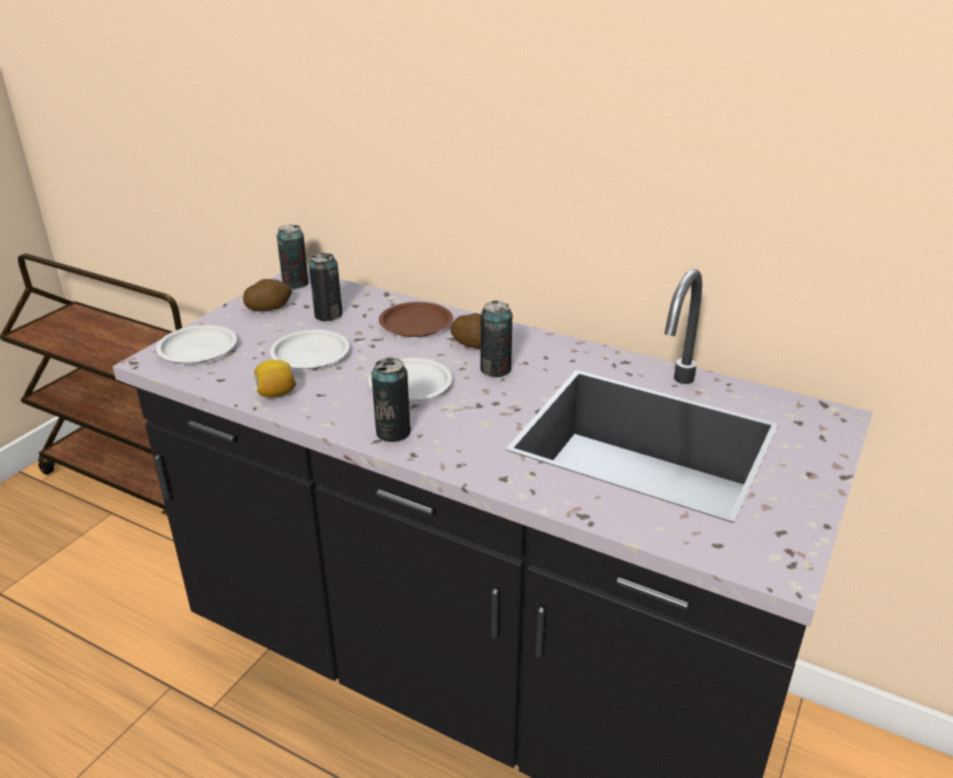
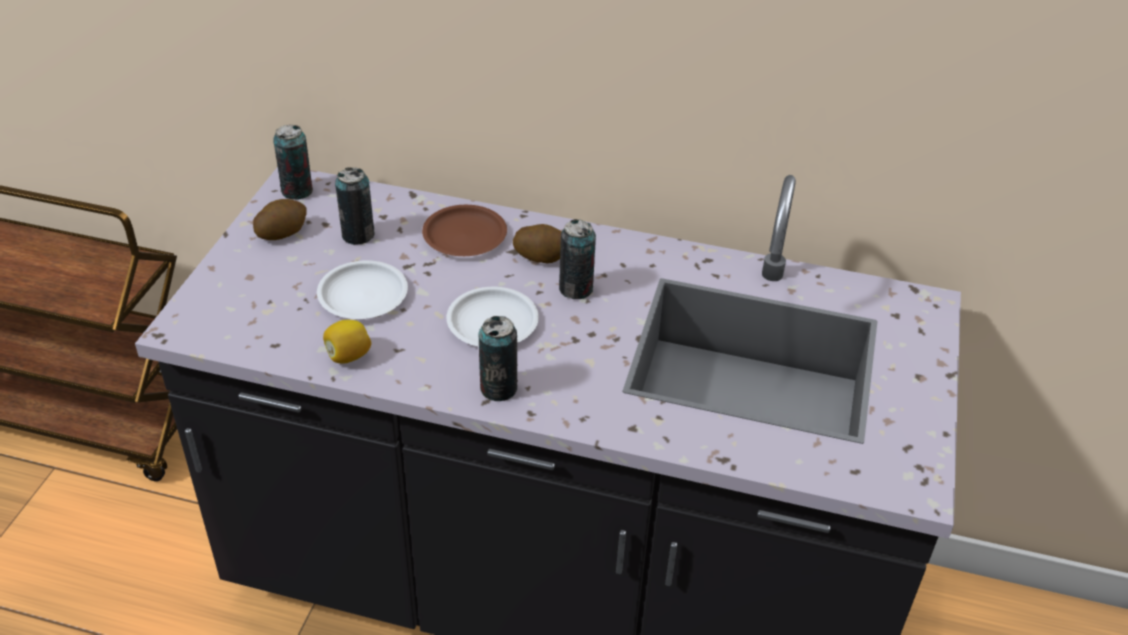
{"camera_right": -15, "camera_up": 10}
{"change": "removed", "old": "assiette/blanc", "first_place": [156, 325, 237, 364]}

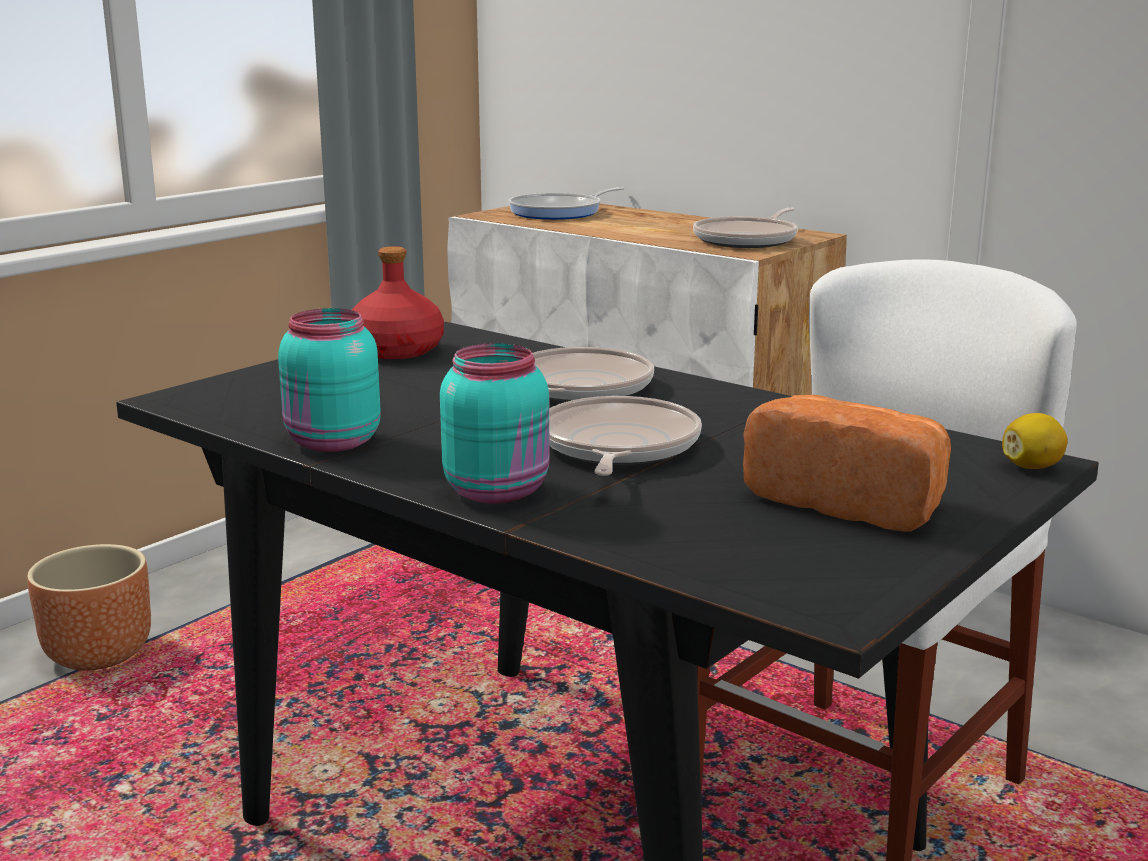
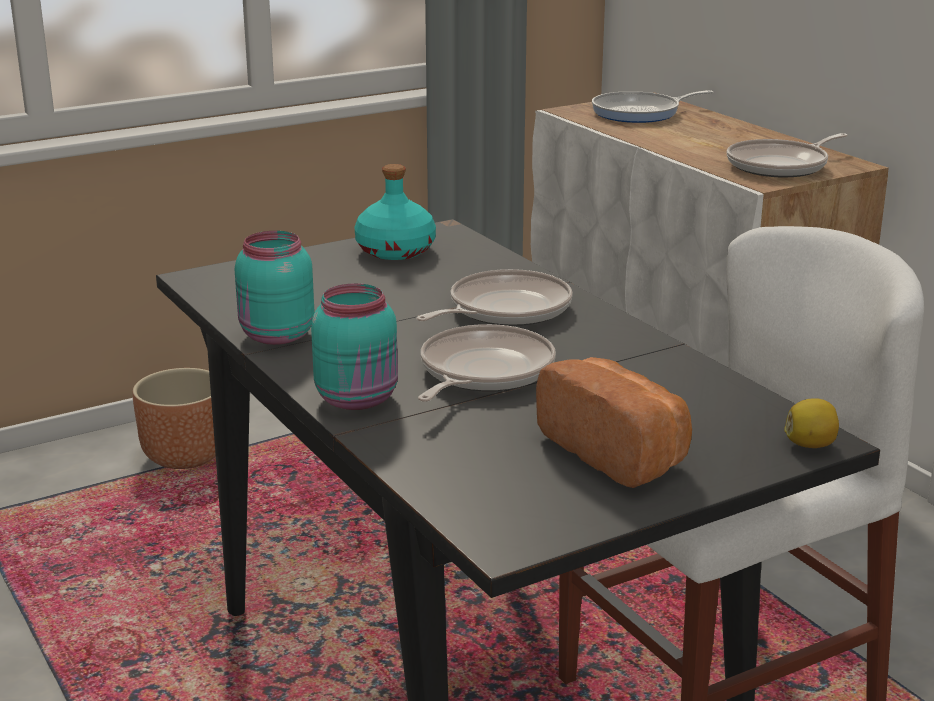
{"camera_right": 20, "camera_up": 5}
{"change": "recoloured", "old": "bouteille/rouge", "new": "bouteille/turquoise", "first_place": [352, 246, 444, 359], "second_place": [354, 164, 436, 260]}

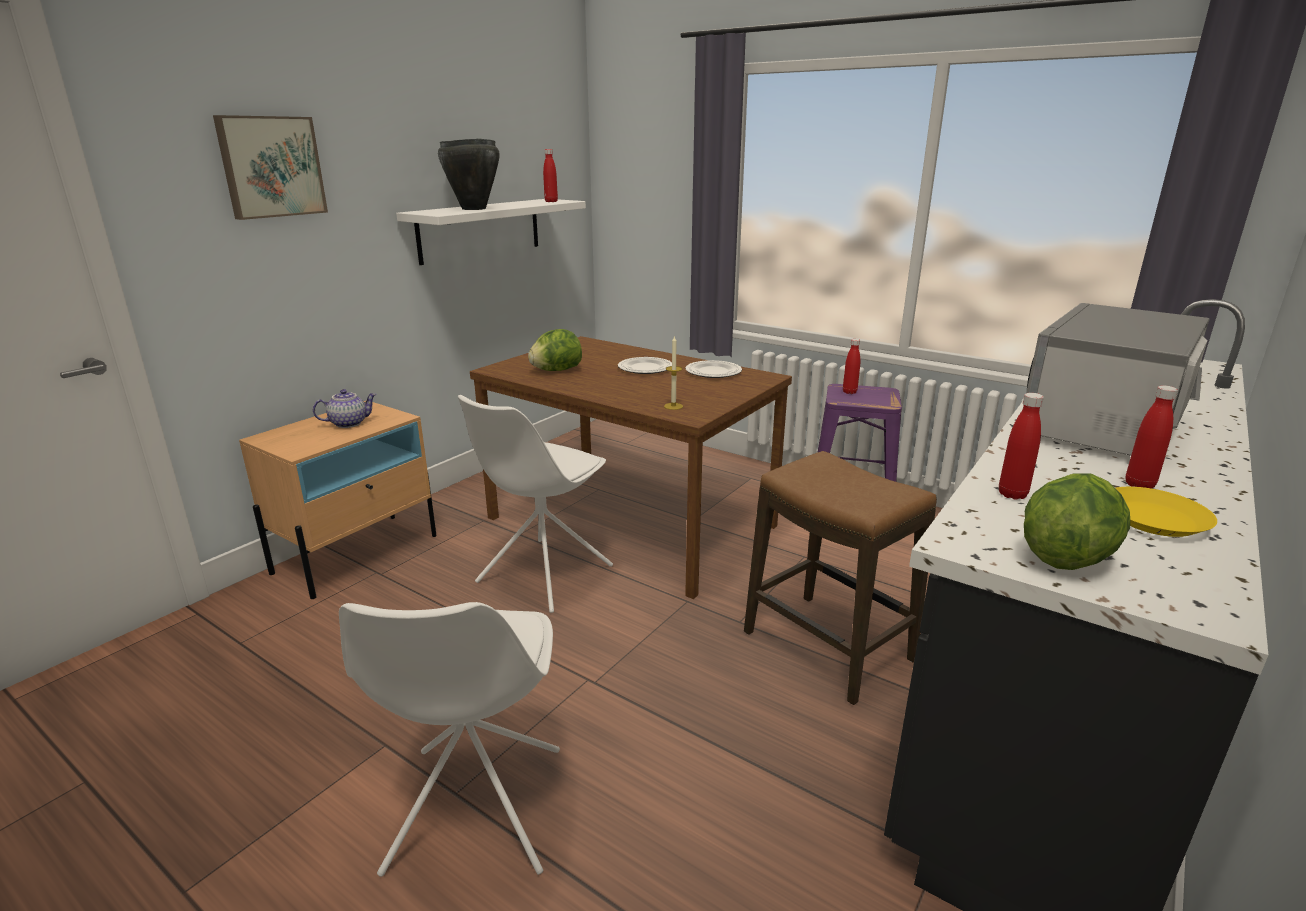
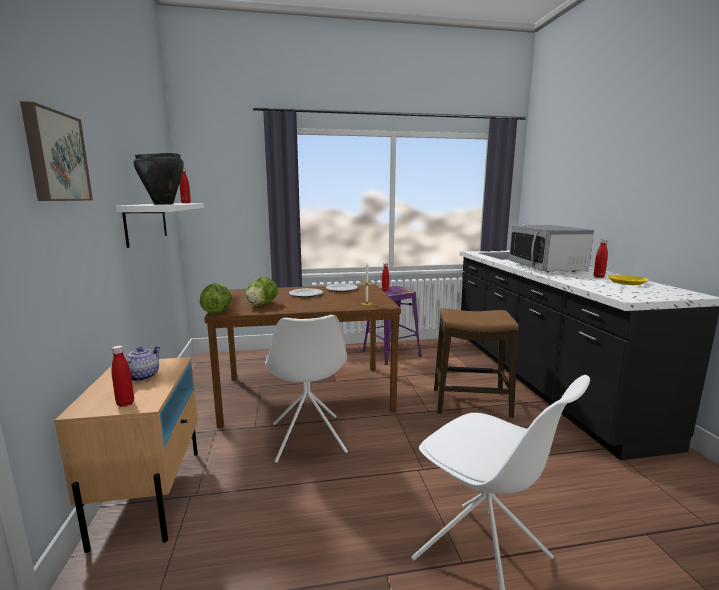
{"camera_right": -45, "camera_up": -10}
{"change": "moved", "old": "bouteille/rouge", "first_place": [999, 393, 1044, 500], "second_place": [112, 345, 134, 407]}
{"change": "moved", "old": "laitue", "first_place": [1024, 473, 1130, 570], "second_place": [200, 283, 232, 314]}

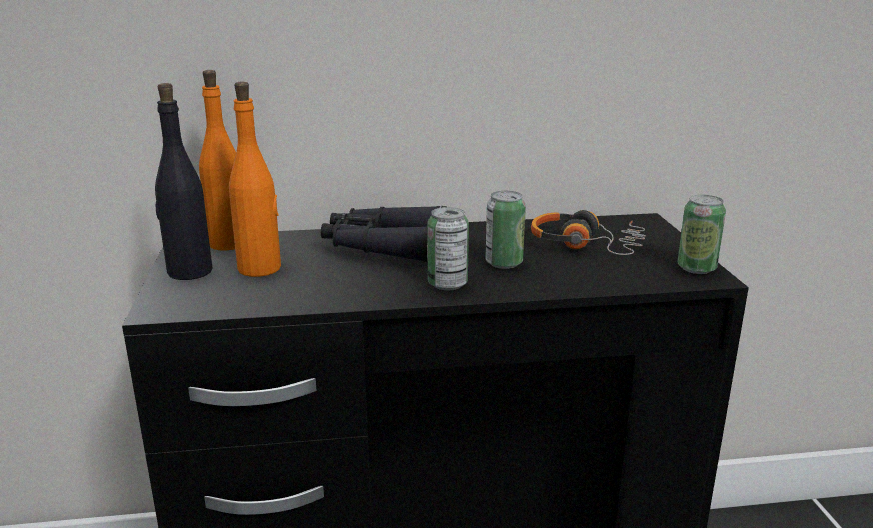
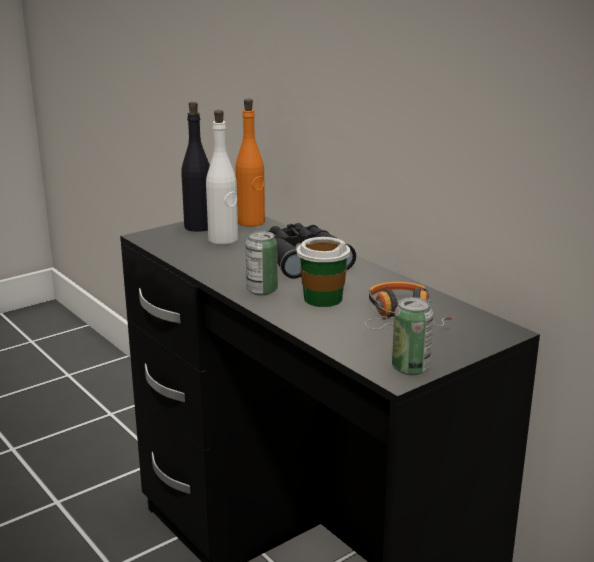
{"camera_right": 60, "camera_up": 0}
{"change": "recoloured", "old": "bouteille/orange", "new": "bouteille/blanc", "first_place": [229, 81, 281, 277], "second_place": [206, 110, 238, 245]}
{"change": "replaced", "old": "boîte métallique", "new": "tasse", "first_place": [485, 191, 526, 269], "second_place": [296, 237, 350, 307]}

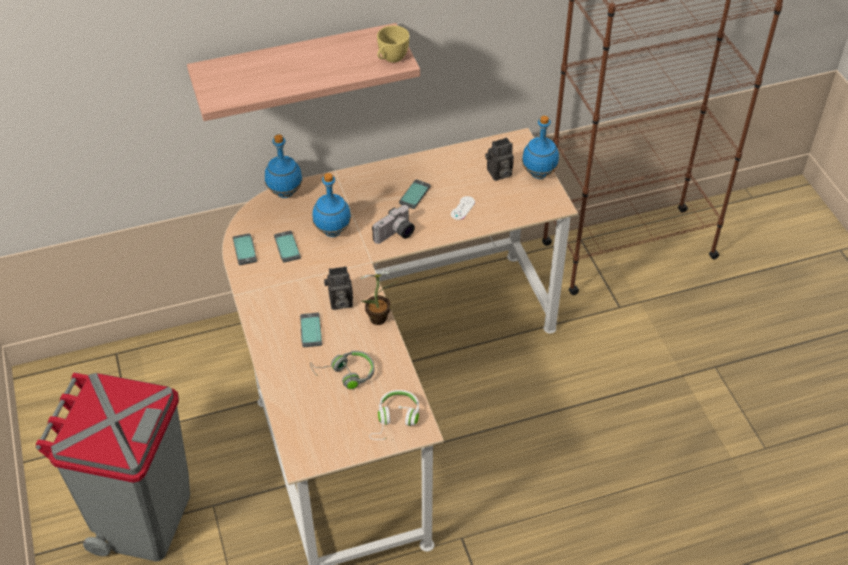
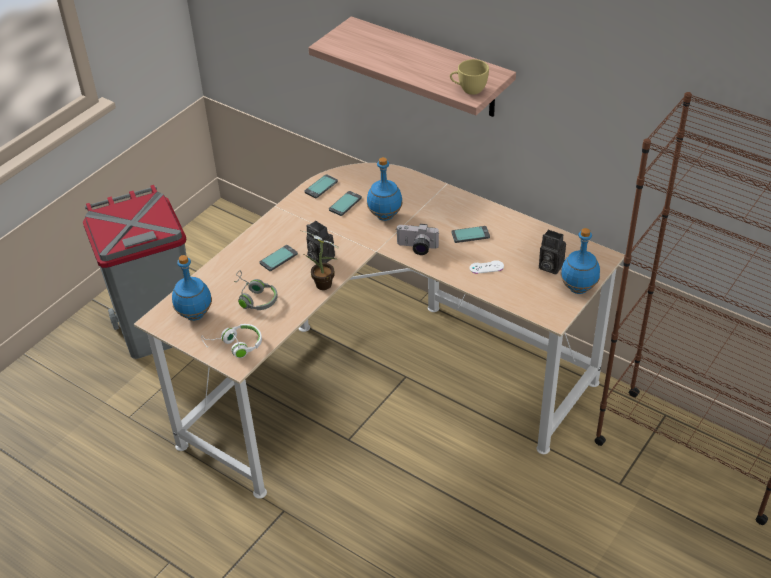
{"camera_right": 55, "camera_up": -5}
{"change": "moved", "old": "bouteille/bleu", "first_place": [265, 134, 302, 198], "second_place": [172, 255, 212, 321]}

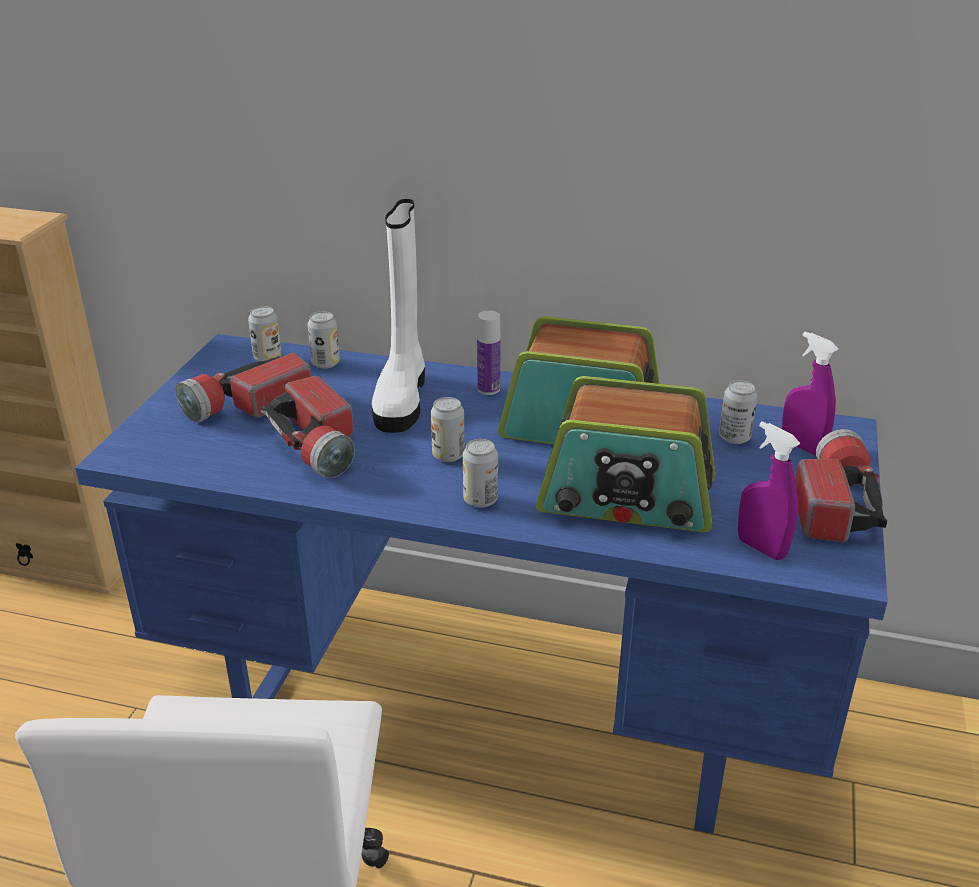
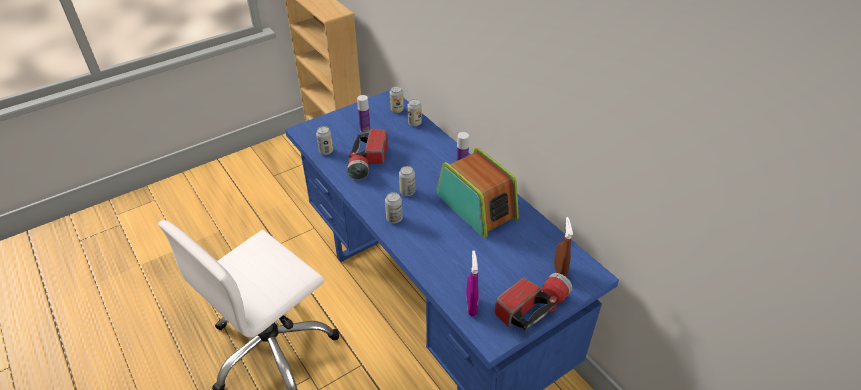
{"camera_right": 40, "camera_up": 10}
{"change": "removed", "old": "botte/blanc", "first_place": [372, 199, 425, 433]}
{"change": "recoloured", "old": "vaporisateur/violet", "new": "vaporisateur/marron", "first_place": [782, 331, 839, 455], "second_place": [554, 217, 573, 277]}
{"change": "replaced", "old": "lampe de poche", "new": "bouteille", "first_place": [175, 353, 311, 423], "second_place": [357, 95, 371, 133]}
{"change": "removed", "old": "radio", "first_place": [536, 376, 715, 532]}
{"change": "moved", "old": "boîte métallique", "first_place": [719, 381, 758, 444], "second_place": [316, 126, 333, 155]}

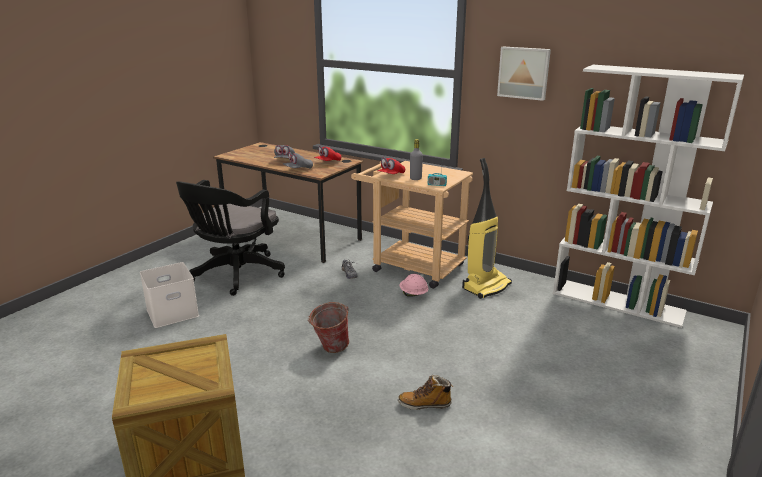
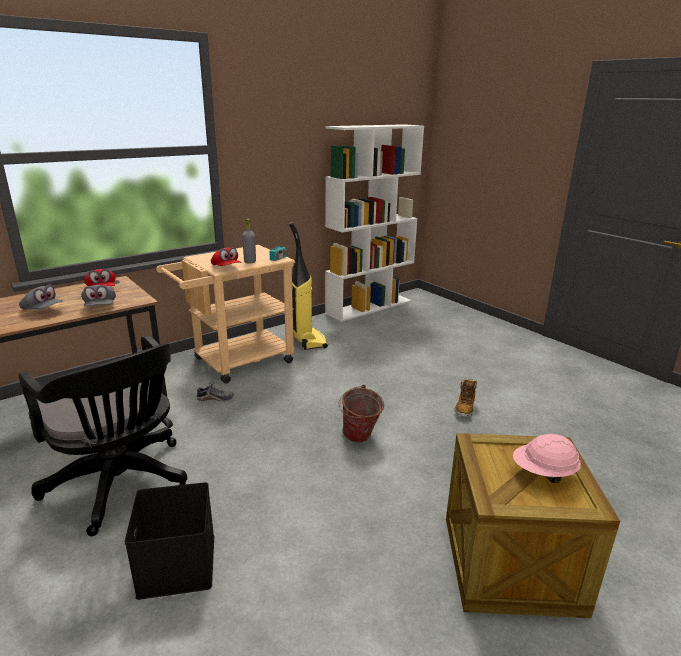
{"camera_right": -70, "camera_up": 0}
{"change": "removed", "old": "tableau", "first_place": [497, 47, 551, 101]}
{"change": "recoloured", "old": "boîte de rangement/blanc", "new": "boîte de rangement/noir", "first_place": [140, 262, 199, 328], "second_place": [125, 482, 214, 600]}
{"change": "moved", "old": "casque de chantier/rose", "first_place": [400, 274, 429, 297], "second_place": [513, 434, 581, 483]}

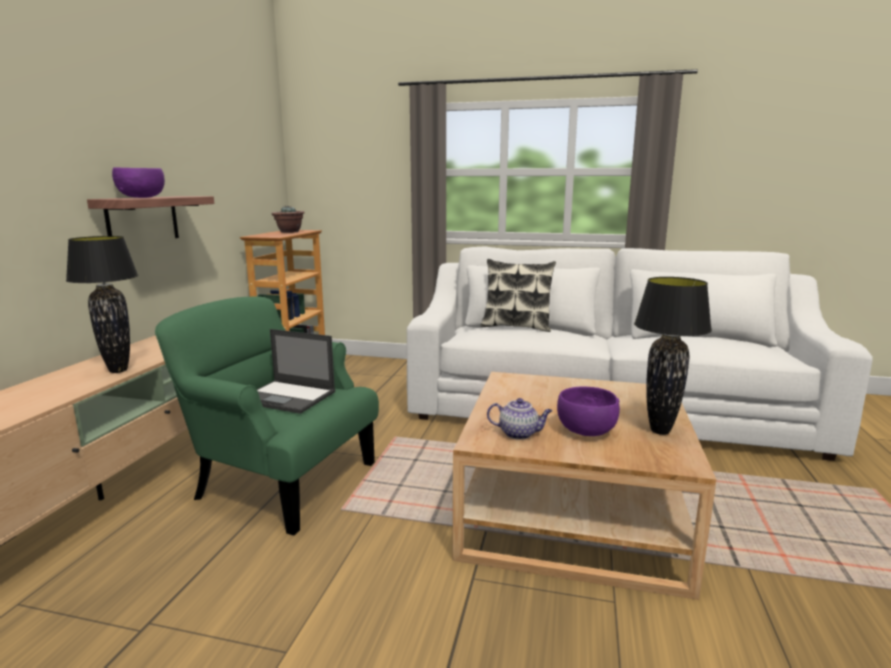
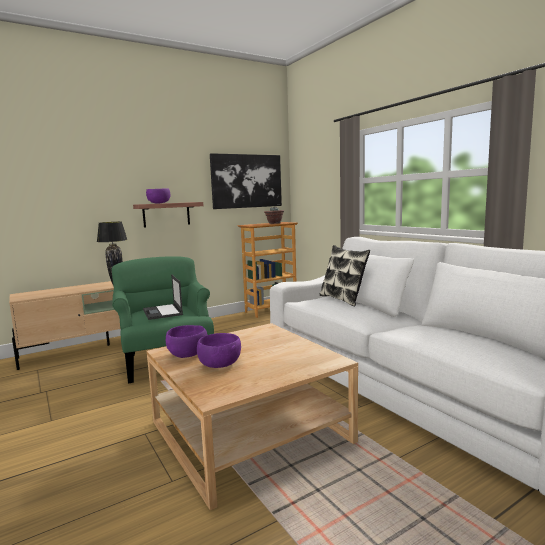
{"camera_right": 45, "camera_up": -5}
{"change": "removed", "old": "lampe de table/noir", "first_place": [634, 277, 712, 435]}
{"change": "replaced", "old": "théière", "new": "bol/violet", "first_place": [487, 398, 552, 440], "second_place": [165, 325, 207, 358]}
{"change": "added", "new": "tableau", "second_place": [210, 153, 282, 209]}

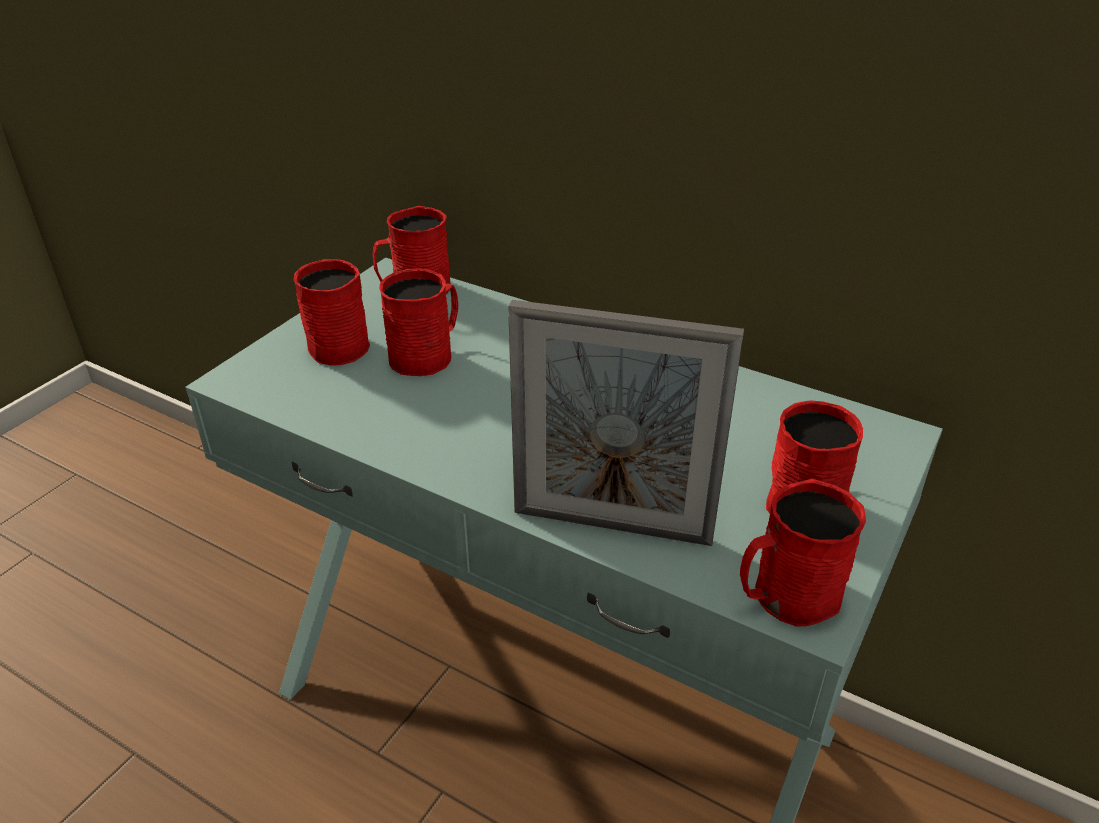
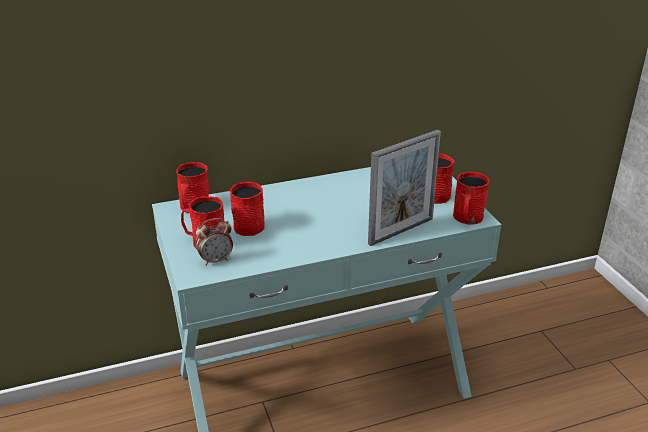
{"camera_right": -50, "camera_up": -5}
{"change": "added", "new": "réveil", "second_place": [195, 218, 233, 266]}

